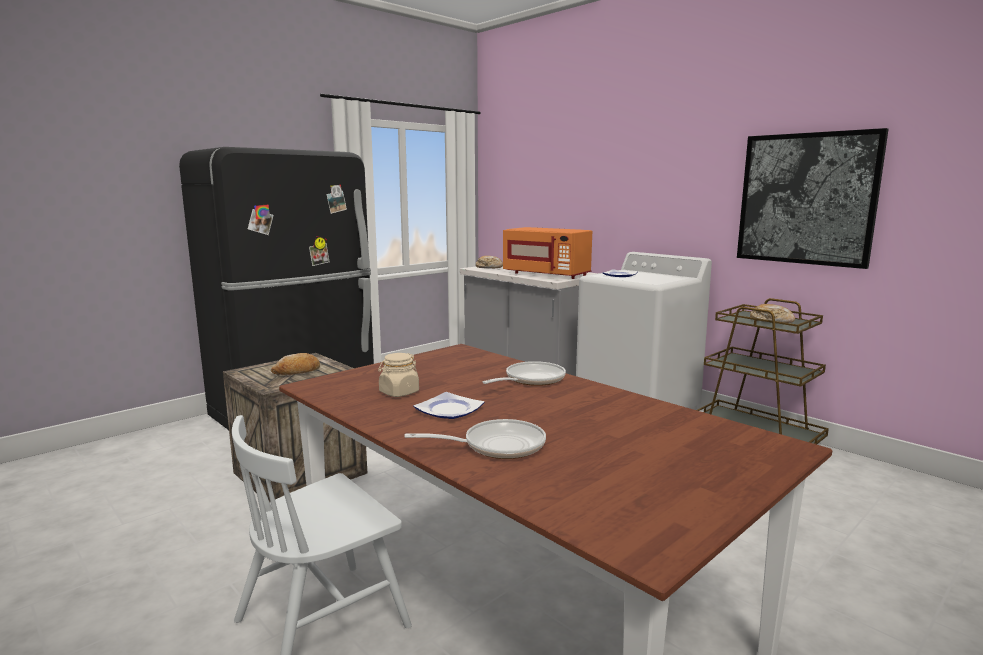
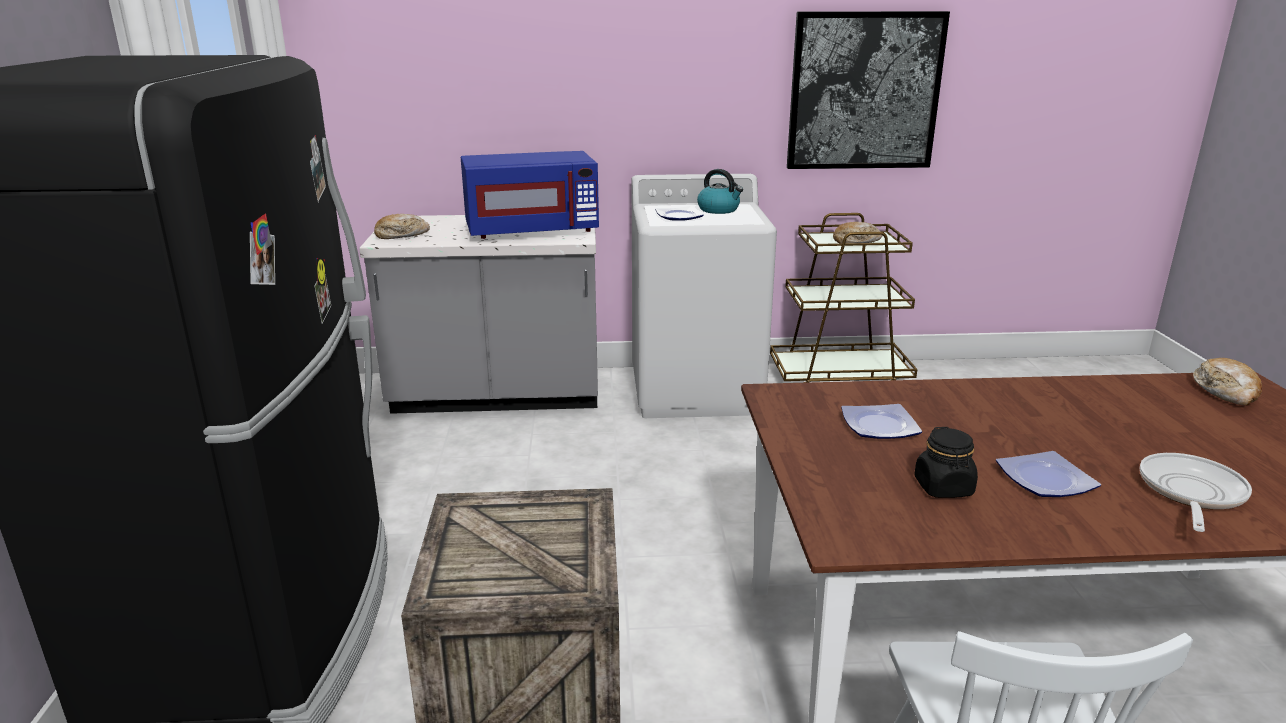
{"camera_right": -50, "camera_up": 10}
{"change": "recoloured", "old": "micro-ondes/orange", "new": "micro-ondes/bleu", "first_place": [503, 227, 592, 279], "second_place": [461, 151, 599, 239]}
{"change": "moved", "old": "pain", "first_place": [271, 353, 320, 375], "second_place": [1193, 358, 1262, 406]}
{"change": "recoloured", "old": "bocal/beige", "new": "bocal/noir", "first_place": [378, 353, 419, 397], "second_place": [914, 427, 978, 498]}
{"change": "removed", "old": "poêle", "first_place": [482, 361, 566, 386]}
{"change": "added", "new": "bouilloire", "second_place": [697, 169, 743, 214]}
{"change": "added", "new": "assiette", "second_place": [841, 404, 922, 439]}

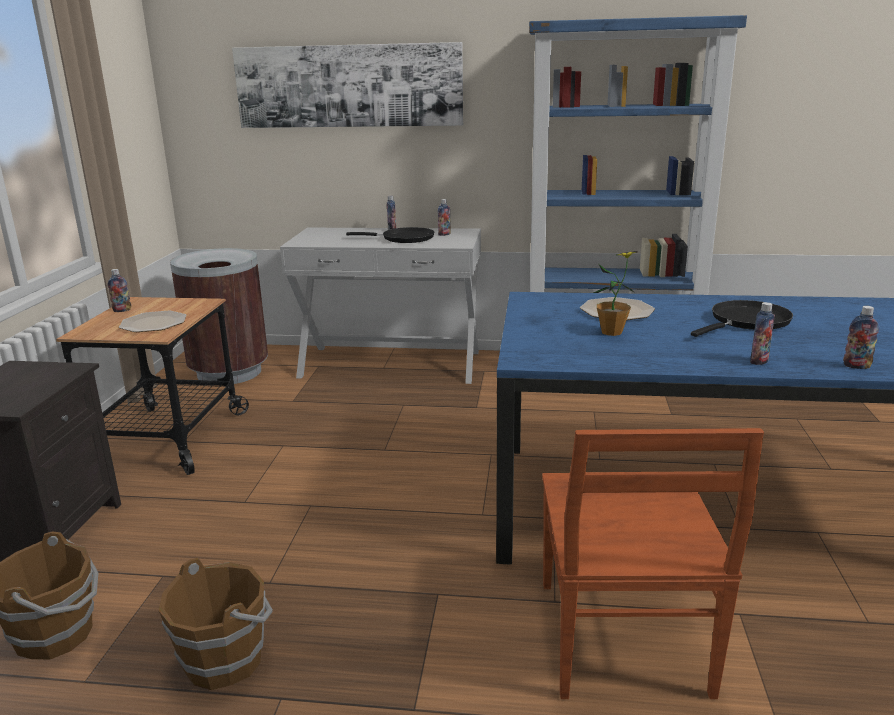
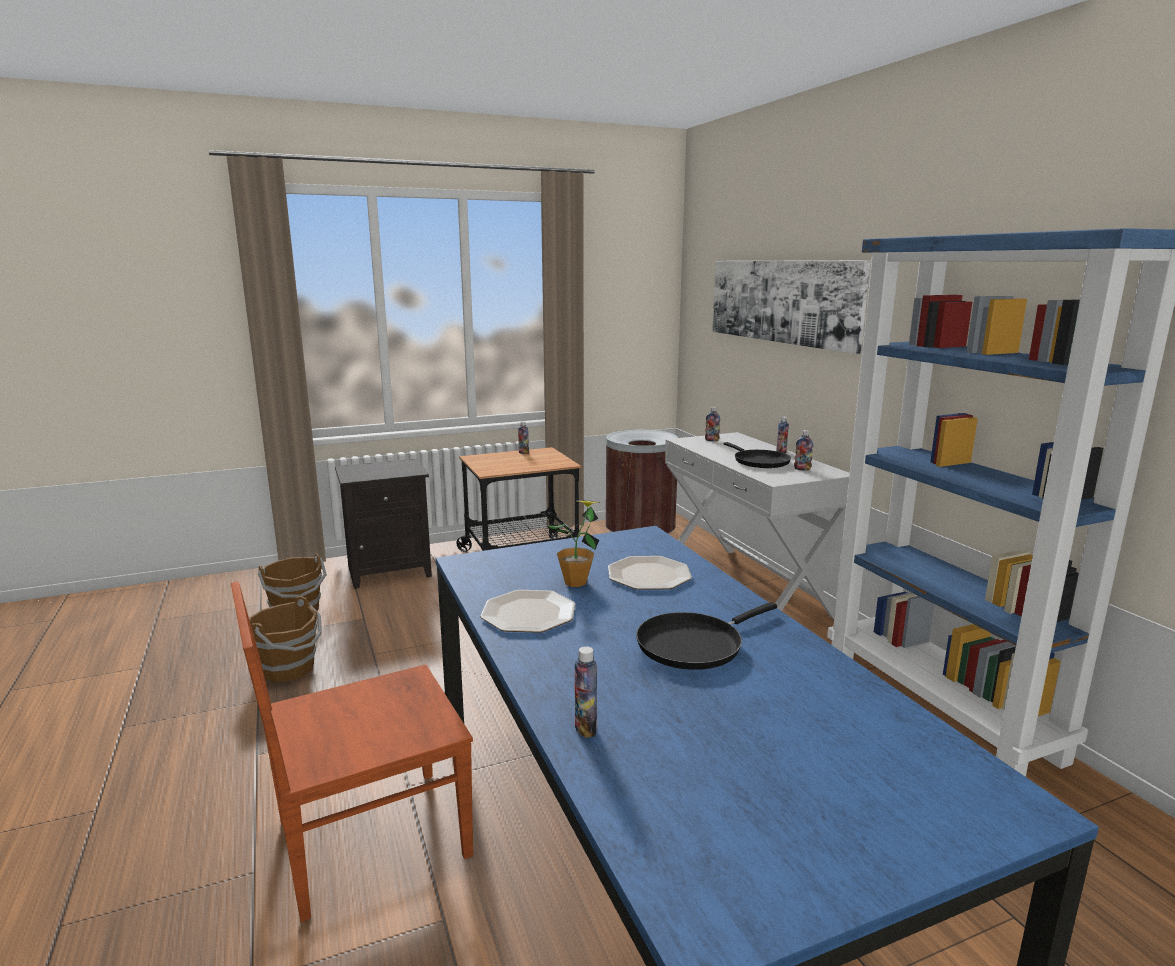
{"camera_right": 60, "camera_up": -5}
{"change": "turned", "old": "poêle/noir", "first_place": [691, 300, 793, 337], "second_place": [636, 602, 777, 670], "degrees": 120}
{"change": "moved", "old": "bouteille", "first_place": [750, 302, 775, 365], "second_place": [705, 407, 720, 442]}
{"change": "moved", "old": "assiette", "first_place": [119, 311, 186, 332], "second_place": [480, 590, 575, 633]}

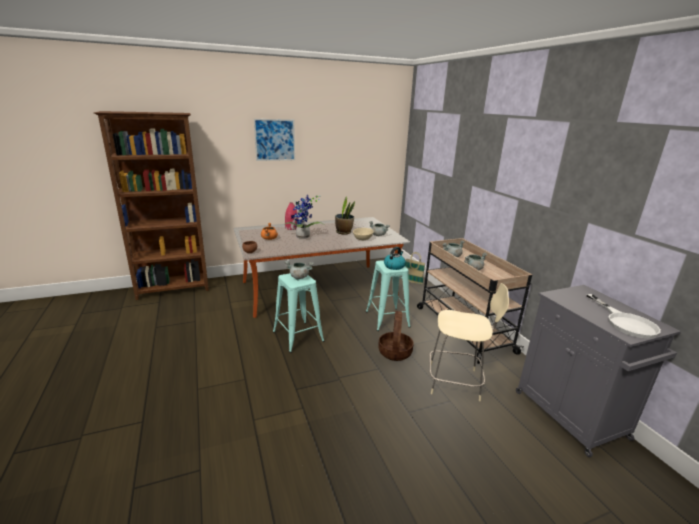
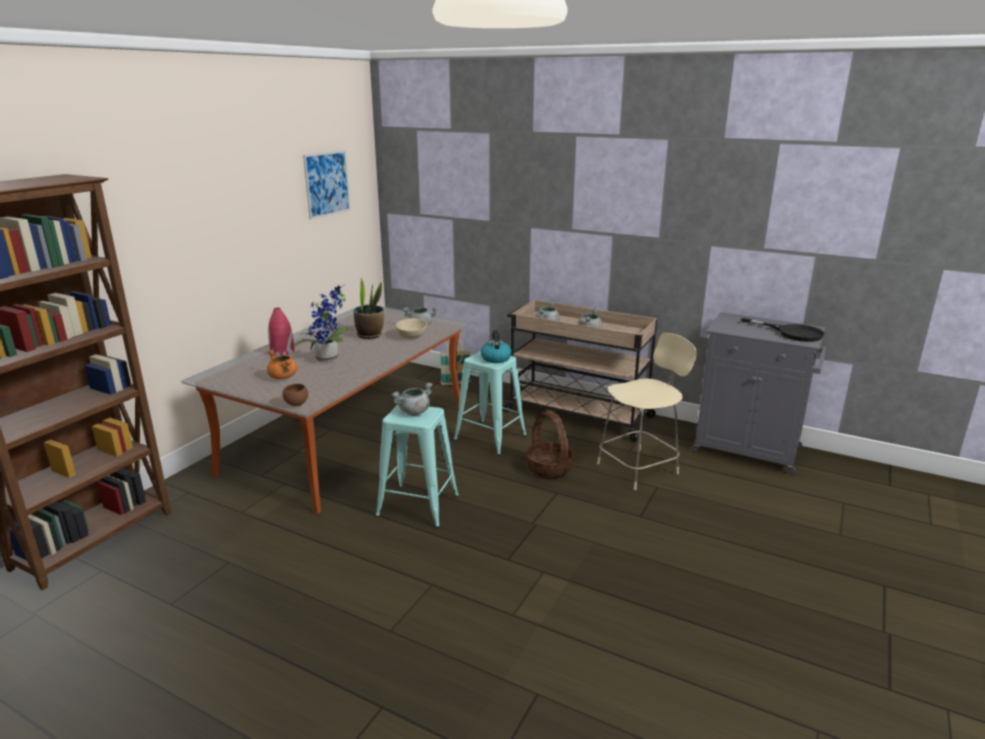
{"camera_right": -40, "camera_up": 0}
{"change": "moved", "old": "tableau", "first_place": [254, 119, 295, 161], "second_place": [303, 150, 350, 220]}
{"change": "recoloured", "old": "poêle/blanc", "new": "poêle/noir", "first_place": [587, 294, 661, 339], "second_place": [741, 318, 825, 342]}

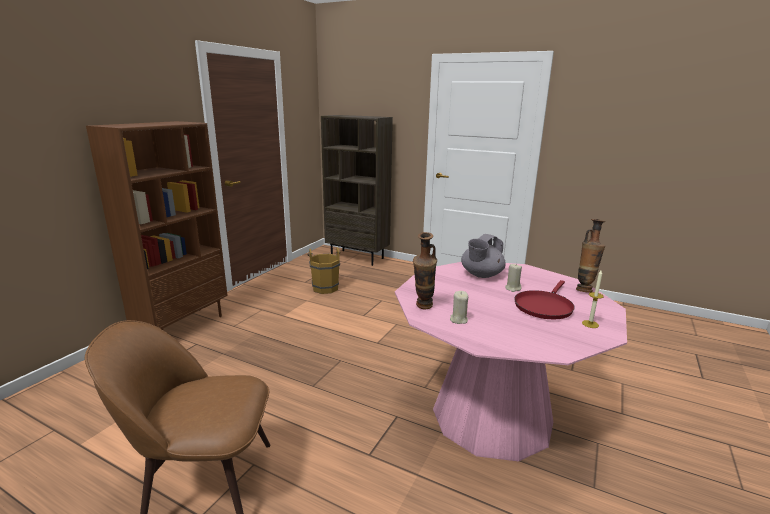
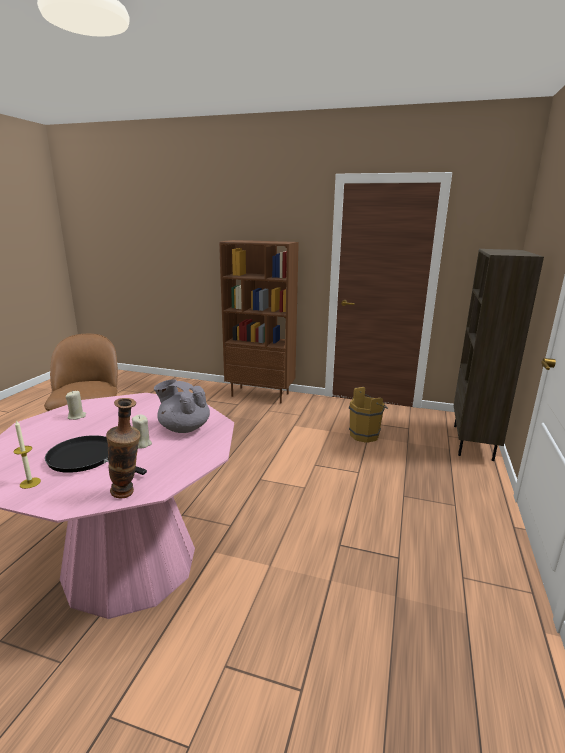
{"camera_right": 80, "camera_up": 0}
{"change": "removed", "old": "vase", "first_place": [413, 232, 437, 310]}
{"change": "recoloured", "old": "poêle/rouge", "new": "poêle/noir", "first_place": [514, 280, 575, 319], "second_place": [45, 435, 147, 475]}

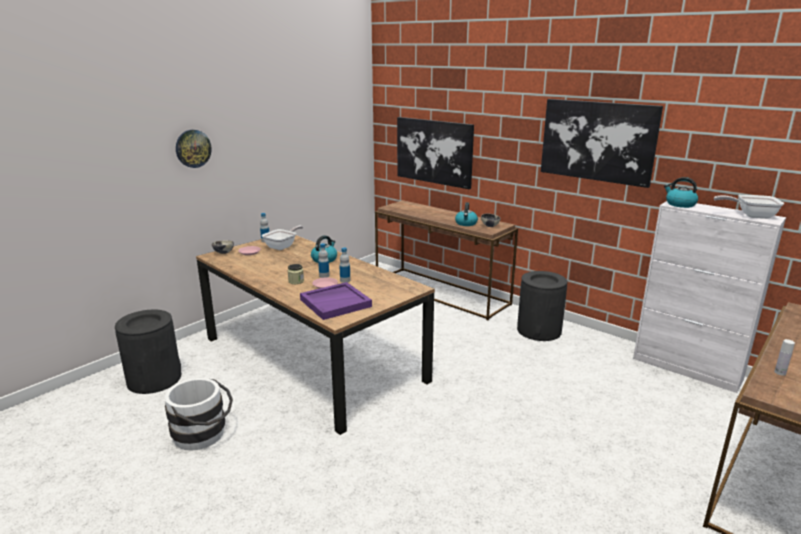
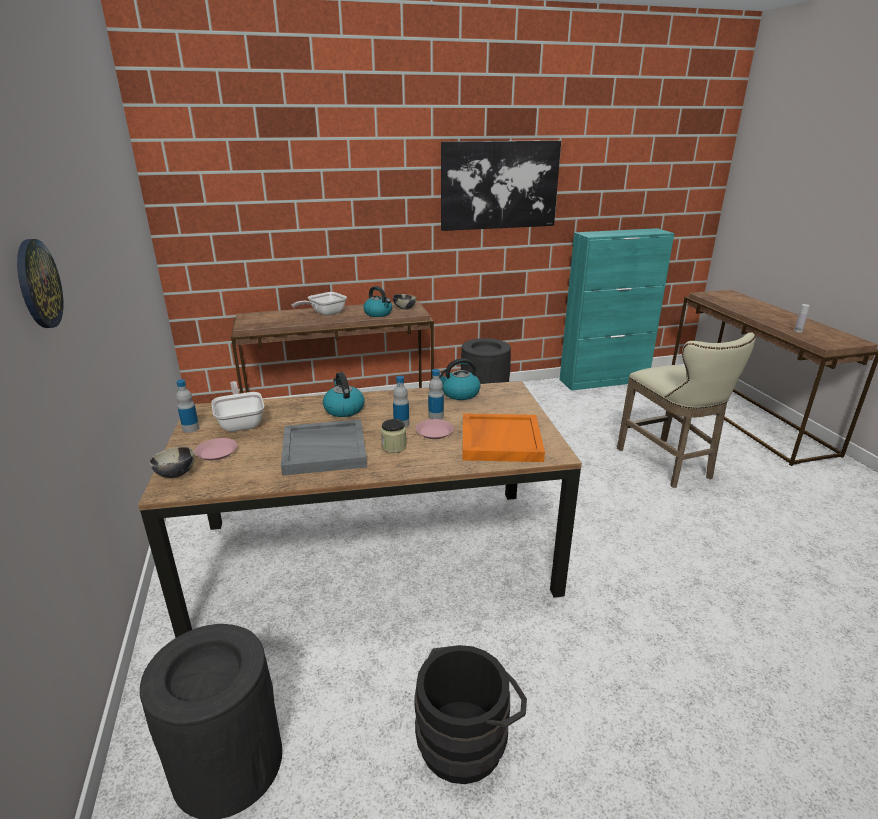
{"camera_right": -55, "camera_up": 5}
{"change": "removed", "old": "tableau", "first_place": [397, 117, 474, 189]}
{"change": "moved", "old": "bouilloire", "first_place": [664, 177, 698, 208], "second_place": [439, 358, 481, 400]}
{"change": "moved", "old": "poêle", "first_place": [714, 195, 784, 219], "second_place": [292, 292, 347, 316]}
{"change": "recoloured", "old": "meuble de rangement/blanc", "new": "meuble de rangement/turquoise", "first_place": [633, 201, 786, 393], "second_place": [559, 228, 674, 391]}
{"change": "recoloured", "old": "plateau/violet", "new": "plateau/orange", "first_place": [300, 282, 372, 320], "second_place": [462, 413, 545, 462]}
{"change": "recoloured", "old": "seau/blanc", "new": "seau/noir", "first_place": [165, 378, 233, 451], "second_place": [414, 645, 527, 784]}
{"change": "added", "new": "tabouret/beige", "second_place": [617, 332, 756, 488]}
{"change": "added", "new": "plateau/gris", "second_place": [281, 419, 367, 476]}

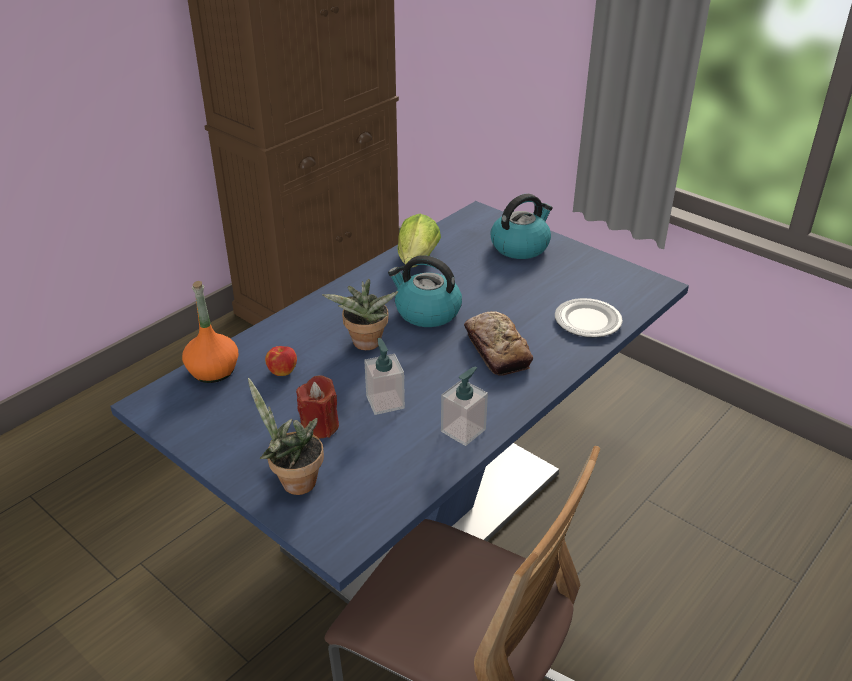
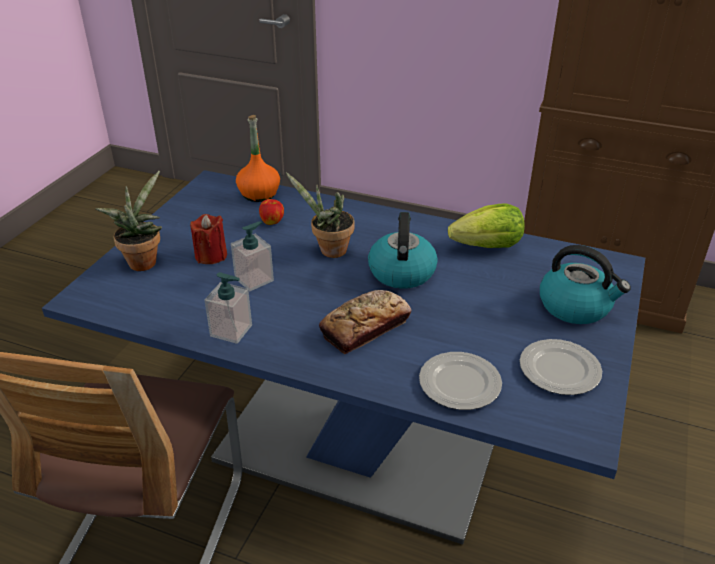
{"camera_right": 70, "camera_up": 0}
{"change": "added", "new": "assiette", "second_place": [520, 339, 602, 395]}

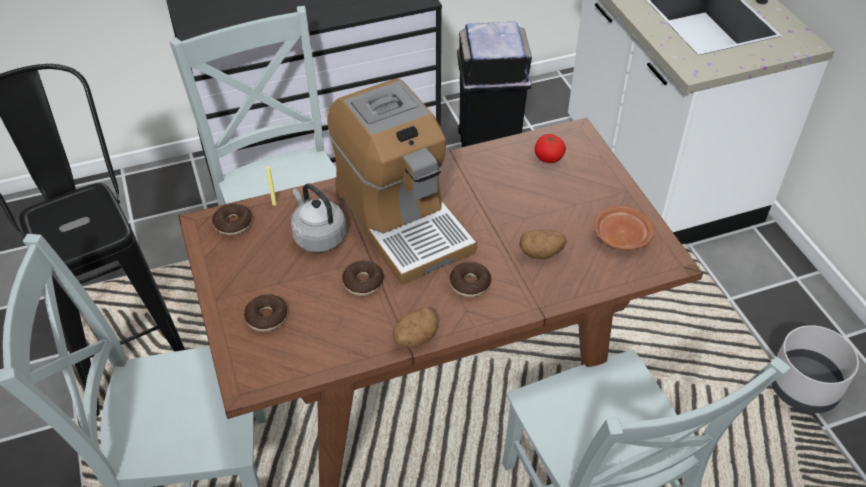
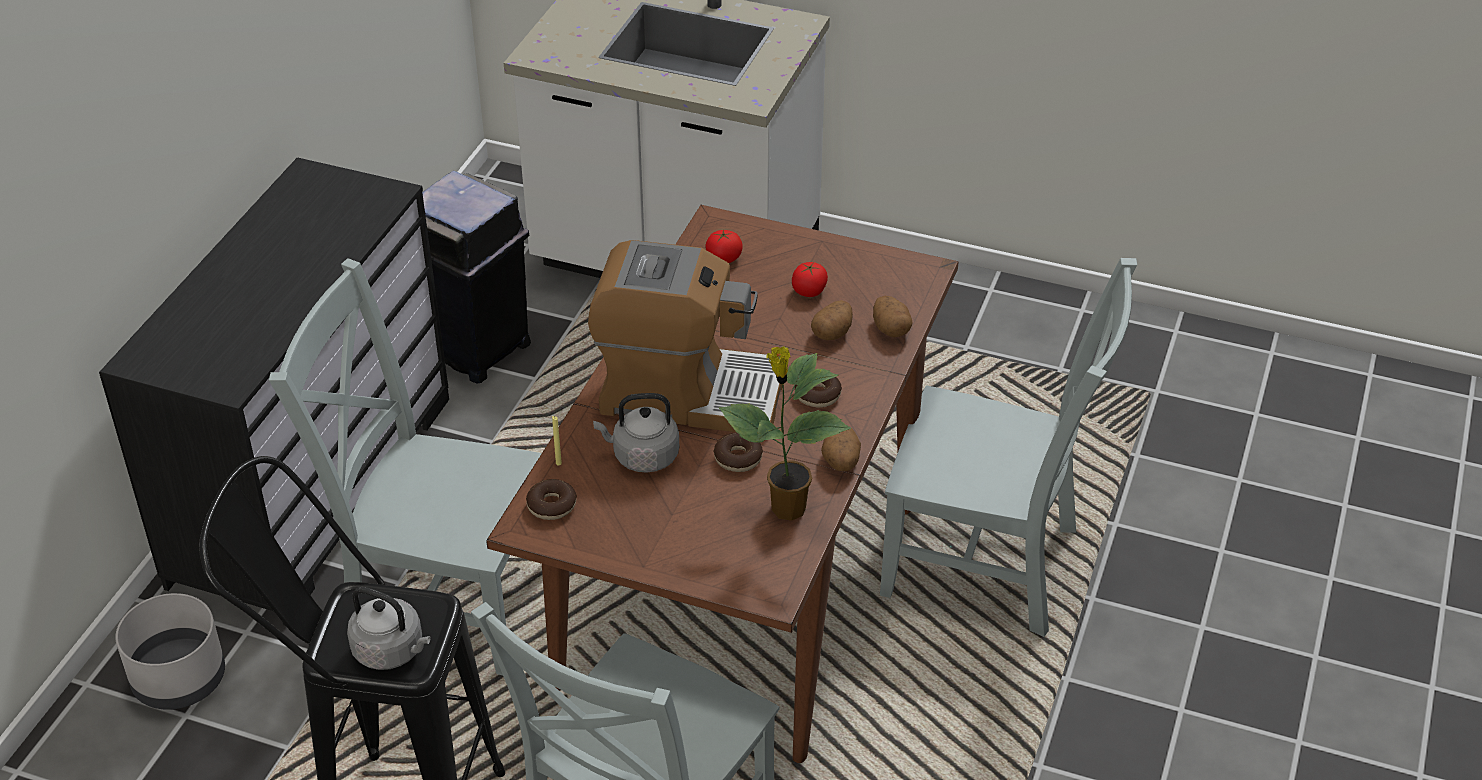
{"camera_right": -50, "camera_up": -5}
{"change": "removed", "old": "assiette/marron", "first_place": [594, 206, 654, 250]}
{"change": "removed", "old": "beignet", "first_place": [244, 294, 288, 332]}
{"change": "moved", "old": "cache-pot/gris", "first_place": [771, 325, 859, 413], "second_place": [115, 593, 225, 710]}
{"change": "added", "new": "tomate", "second_place": [792, 262, 828, 297]}
{"change": "added", "new": "pomme de terre", "second_place": [873, 296, 912, 337]}
{"change": "added", "new": "plante en pot", "second_place": [719, 346, 851, 521]}
{"change": "added", "new": "bouilloire/gris", "second_place": [347, 587, 431, 670]}

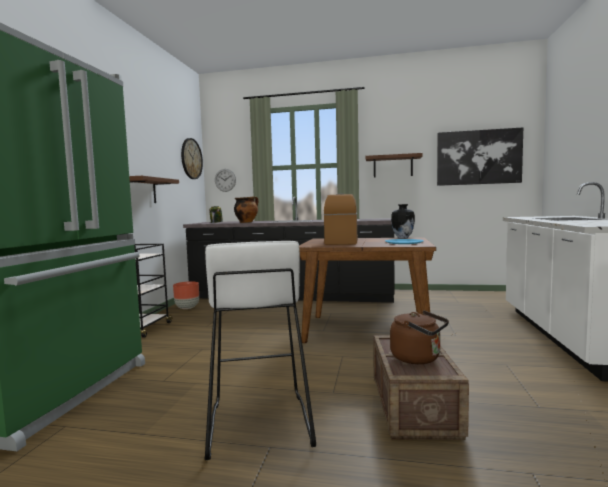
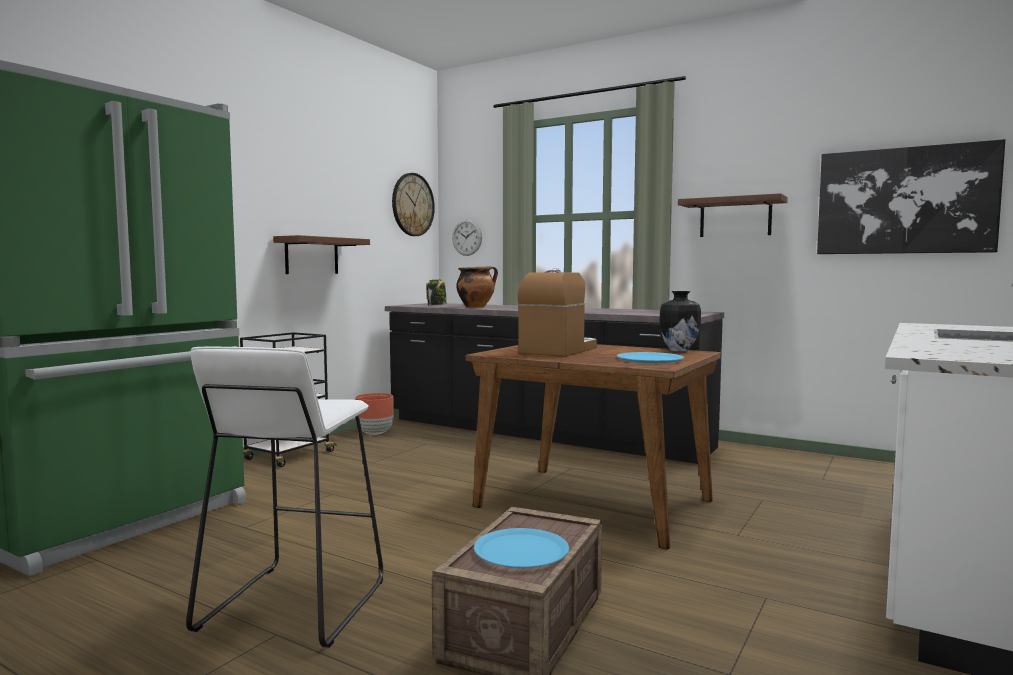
{"camera_right": 20, "camera_up": 0}
{"change": "replaced", "old": "bouilloire/marron", "new": "assiette/bleu", "first_place": [390, 310, 449, 364], "second_place": [474, 528, 569, 568]}

